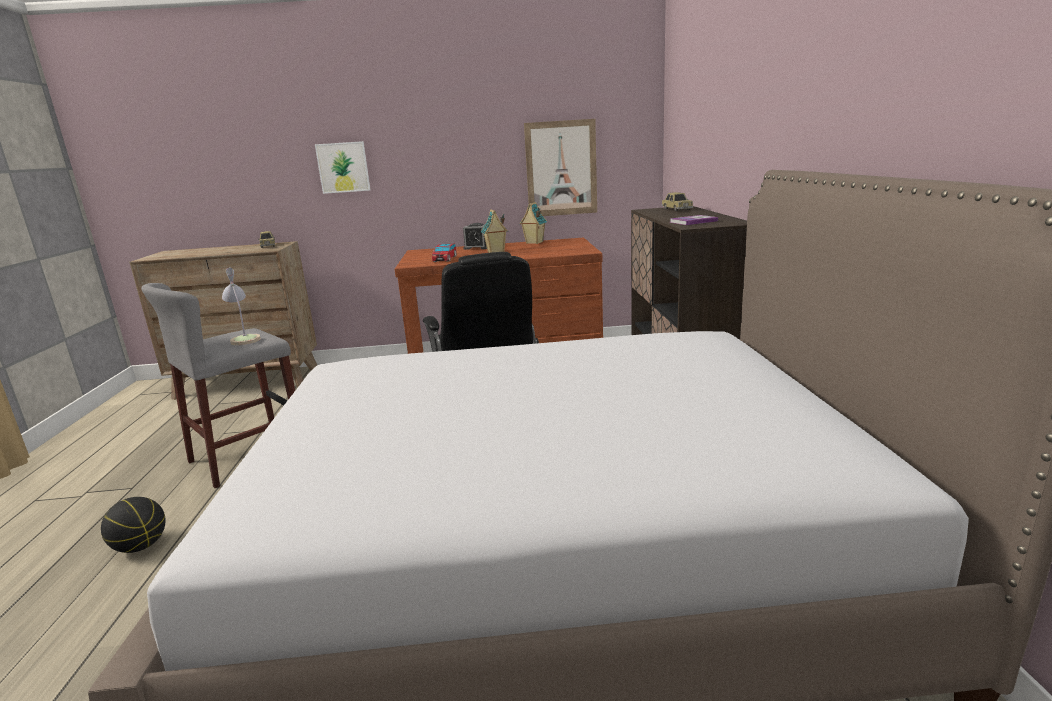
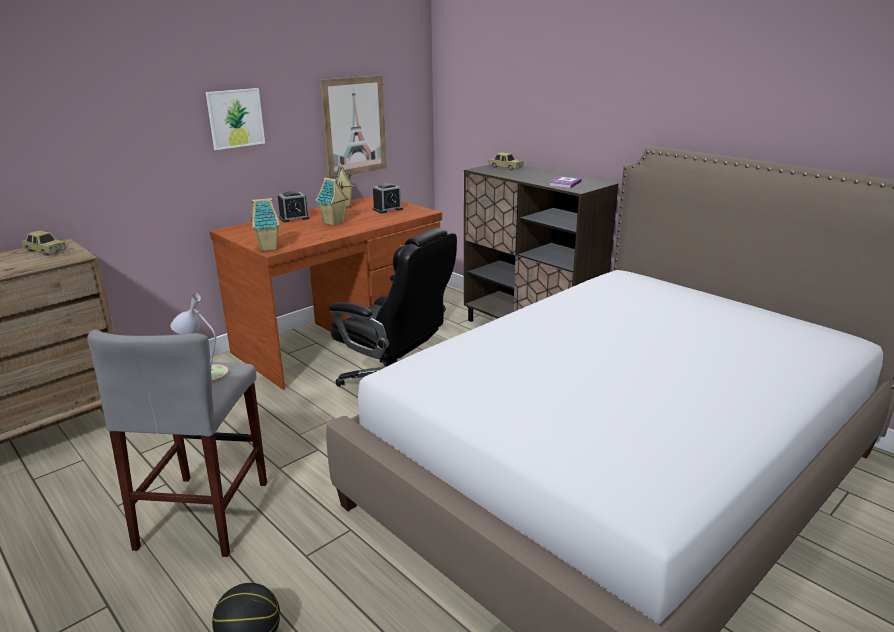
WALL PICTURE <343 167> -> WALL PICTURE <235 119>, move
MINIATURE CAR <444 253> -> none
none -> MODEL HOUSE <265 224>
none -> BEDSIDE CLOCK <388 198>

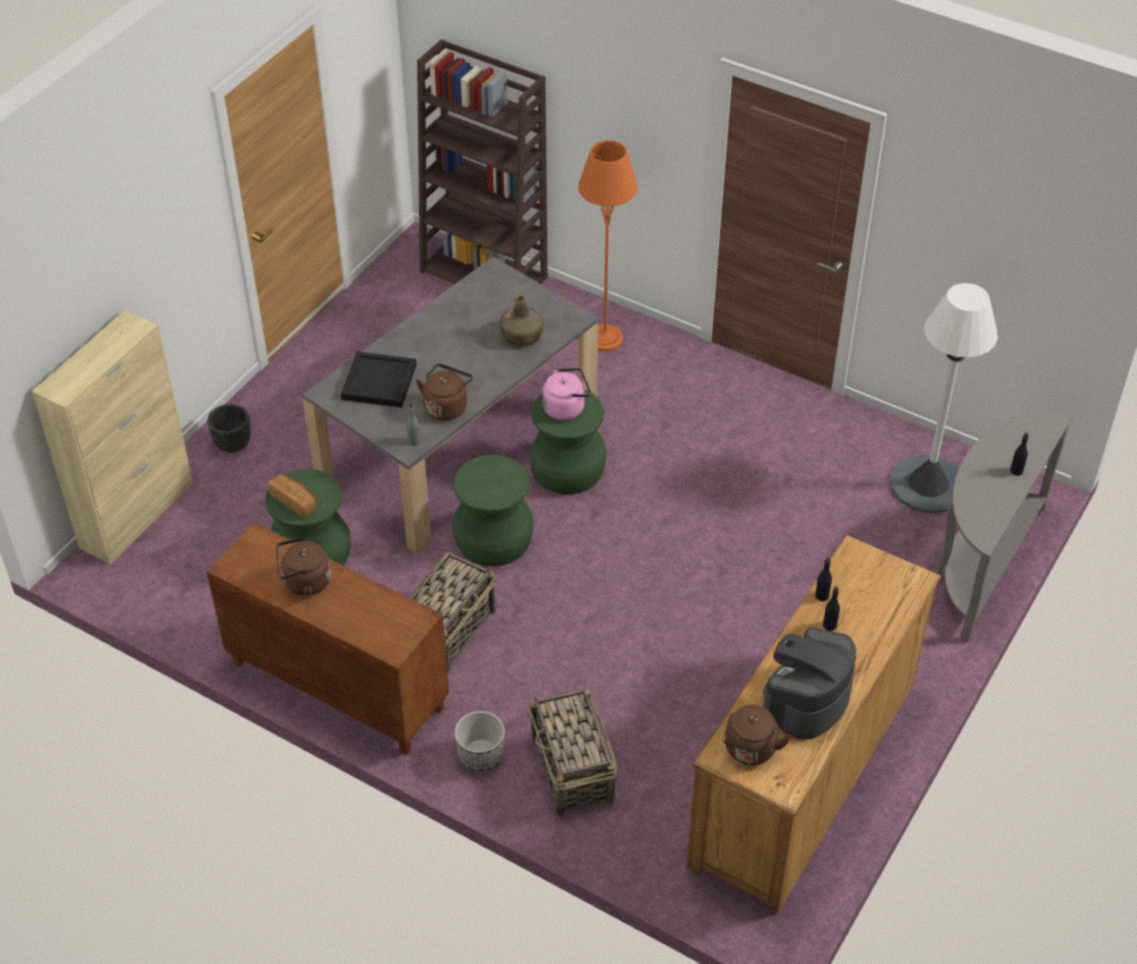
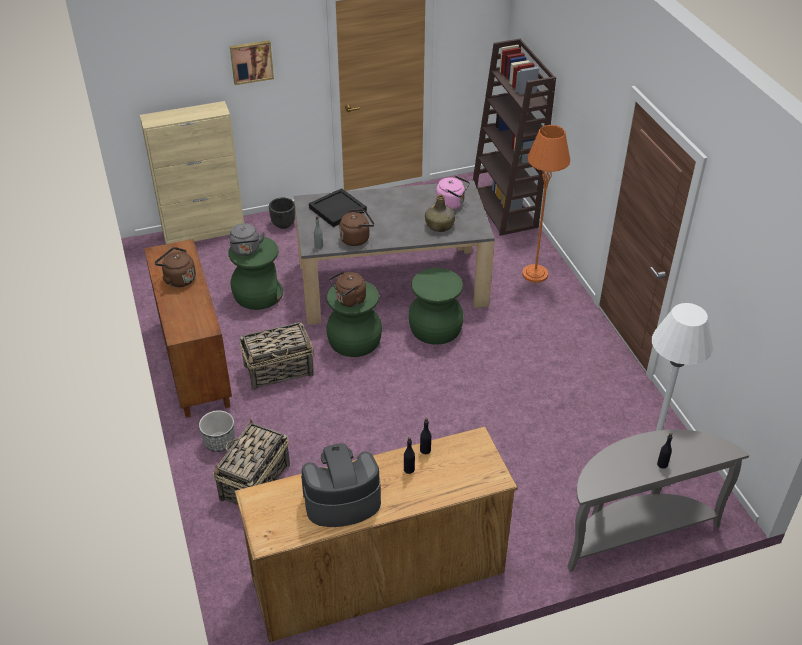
BREAD <292 495> -> GRAY TEA KETTLE <247 239>
PINKISH TEA KETTLE <566 394> -> PINKISH TEA KETTLE <453 192>, move
BROWNISH TEA KETTLE <756 735> -> BROWNISH TEA KETTLE <347 289>, move
none -> WALL PICTURE <252 62>

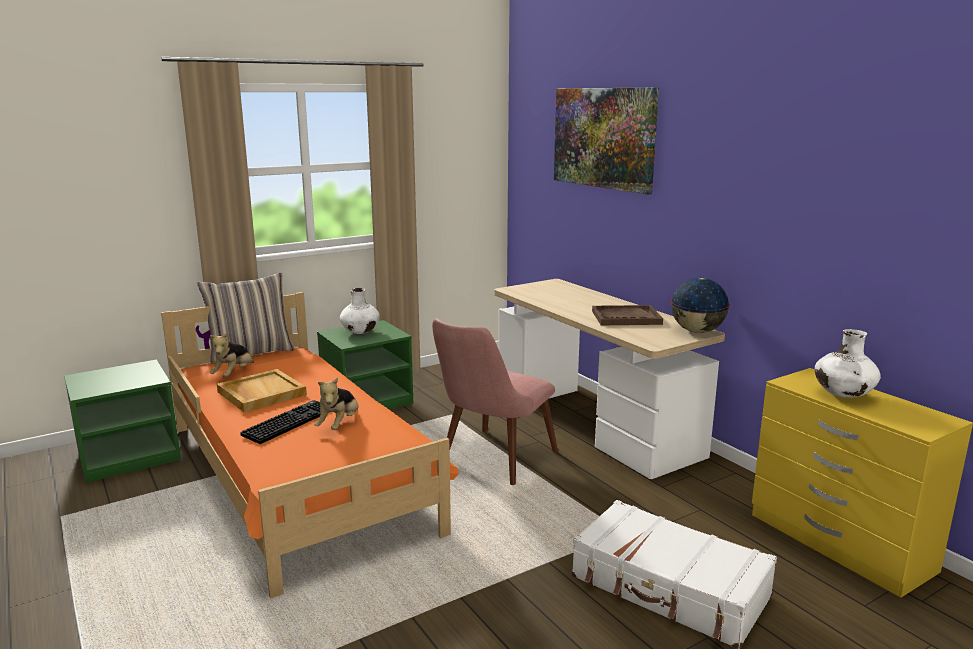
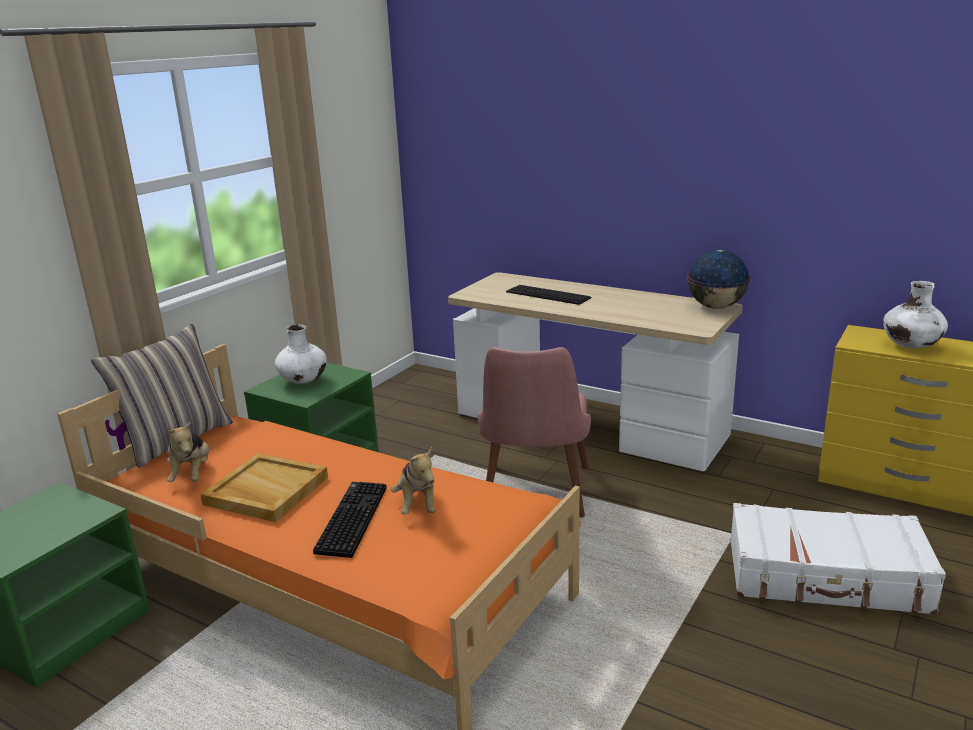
WALL PICTURE <606 141> -> none
BROWNISH CARRYING TRAY <627 315> -> none
none -> PC KEYBOARD <548 295>

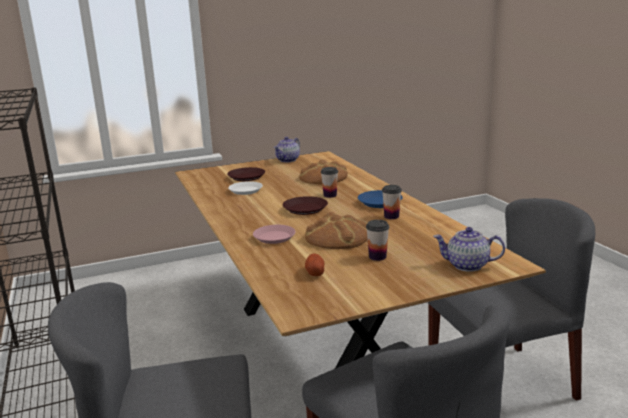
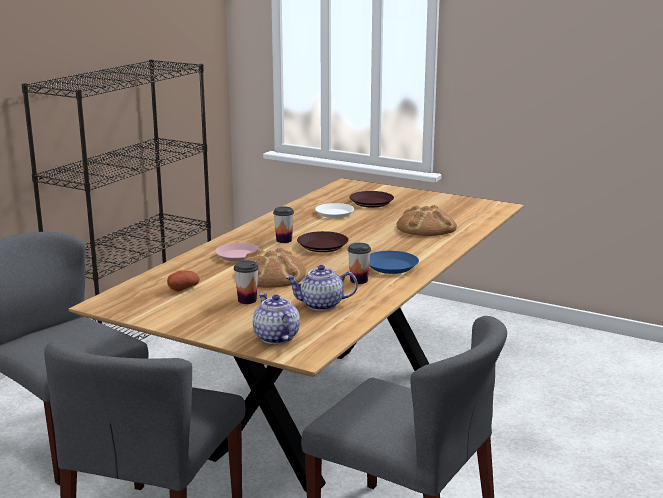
TEA POT <287 149> -> TEA POT <321 288>, move
SMALL CUP <329 182> -> SMALL CUP <283 225>, move

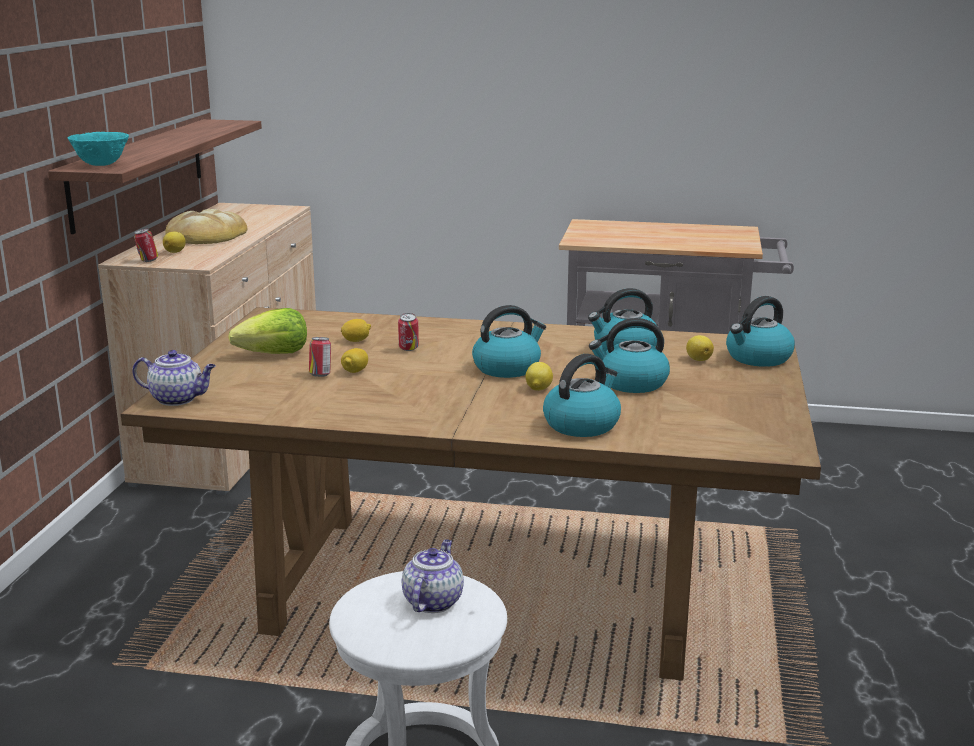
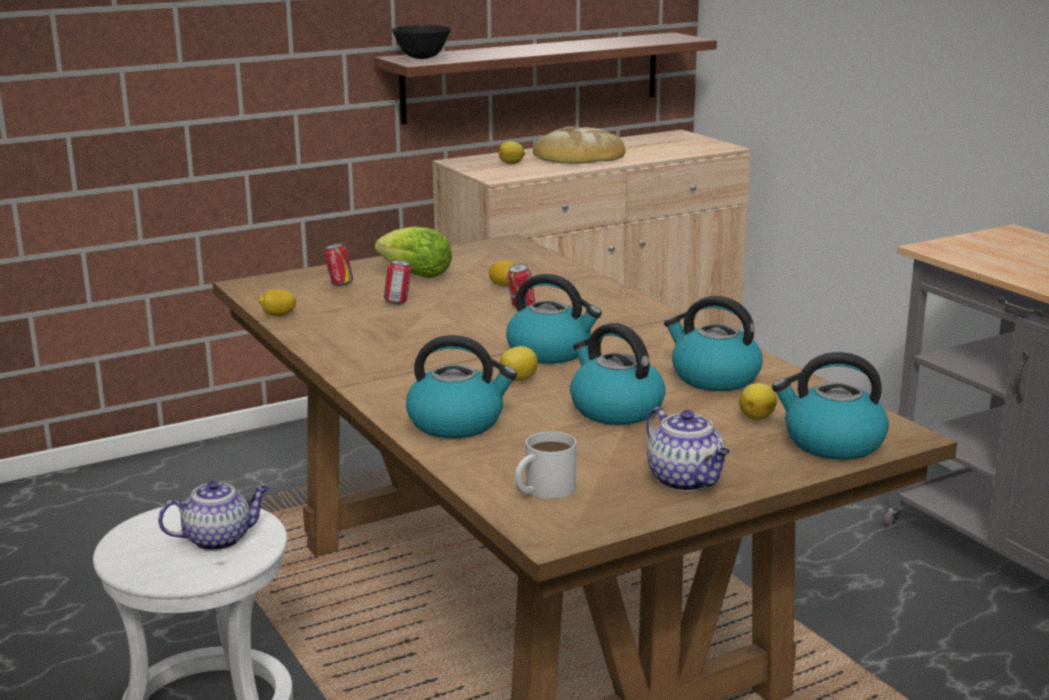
TURQUOISE SERVING BOWL <98 149> -> BLACK SERVING BOWL <421 42>
TEA POT <174 378> -> TEA POT <688 449>, move
CAN <146 245> -> CAN <339 264>, move
WHOLE LEMON <354 360> -> WHOLE LEMON <278 302>, move
none -> WHITE-COLOURED COFFEE MUG <545 465>

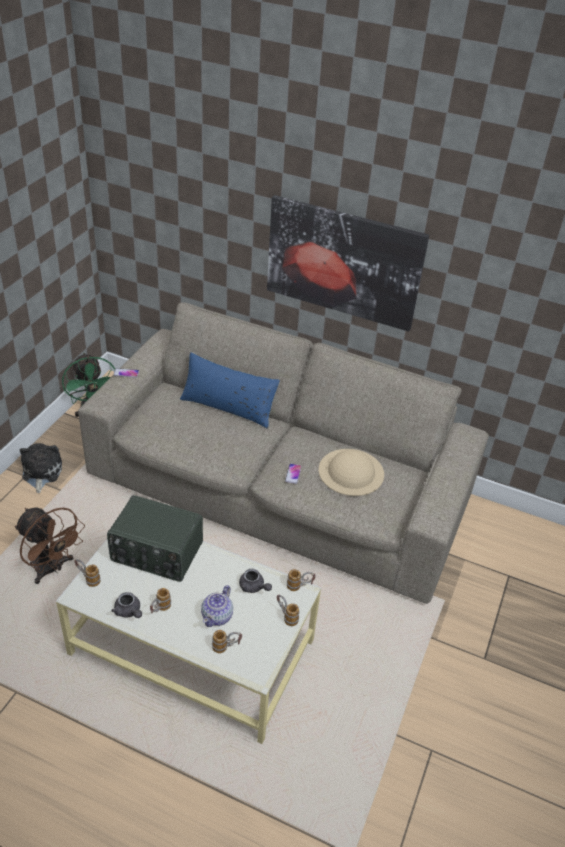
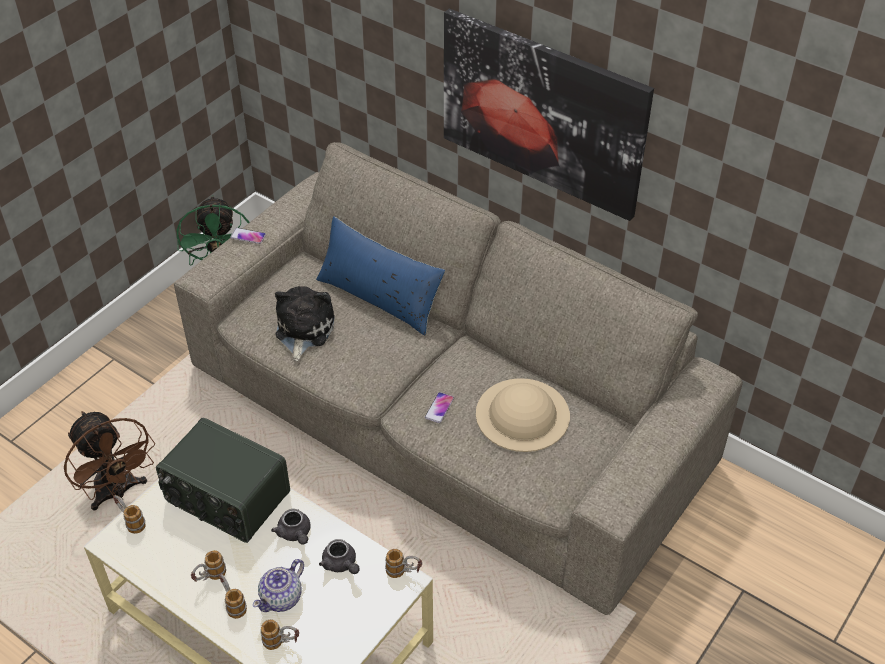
PLUSH TOY <41 468> -> PLUSH TOY <305 323>, move
GRAY TEA POT <126 605> -> GRAY TEA POT <291 527>, move
COFFEE MUG <288 610> -> COFFEE MUG <233 596>, move

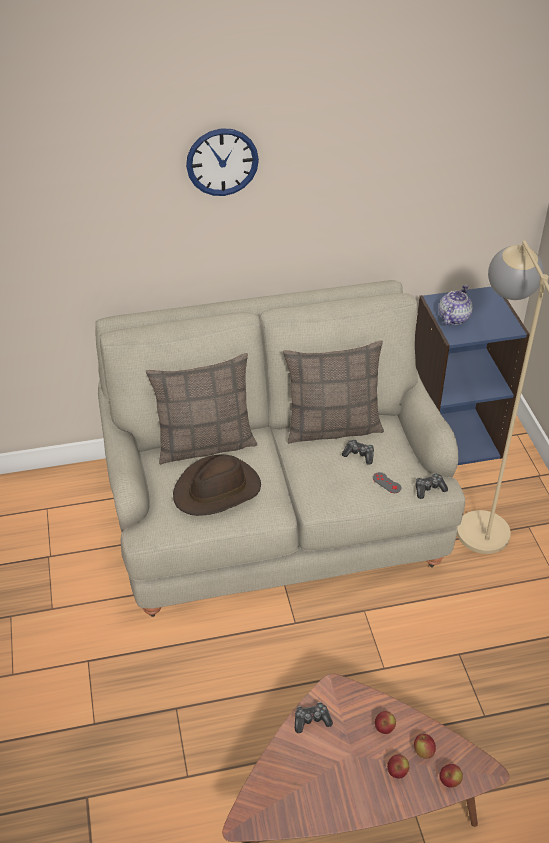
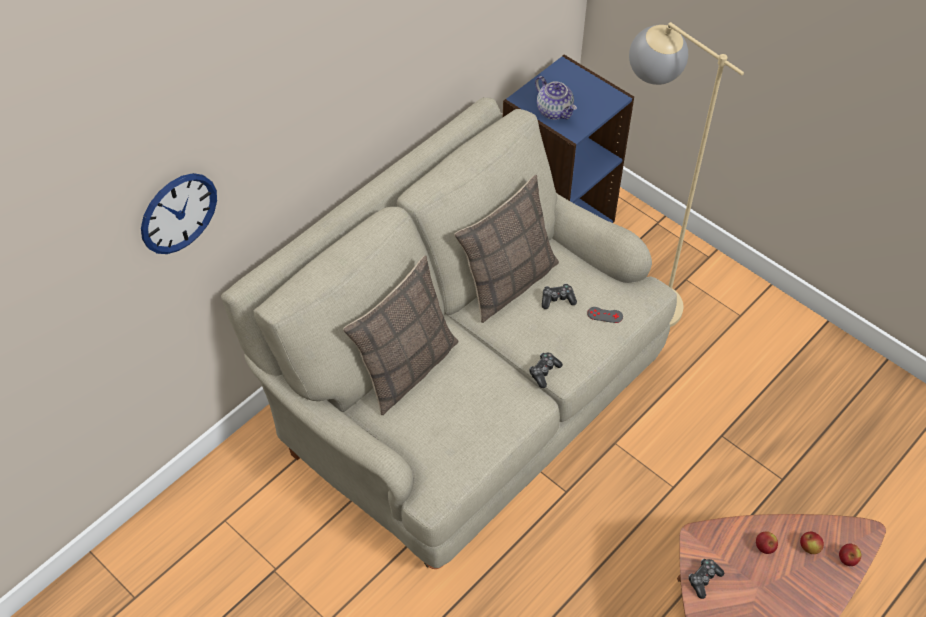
BROWNISH CLOTHING HAT <217 485> -> none
CLOCK ON THE WALL <222 162> -> CLOCK ON THE WALL <179 213>, move
APPLE FRUIT <398 766> -> none
JOYPAD <432 486> -> JOYPAD <546 370>, move
TEA POT <456 304> -> TEA POT <556 98>, 150 degrees clockwise

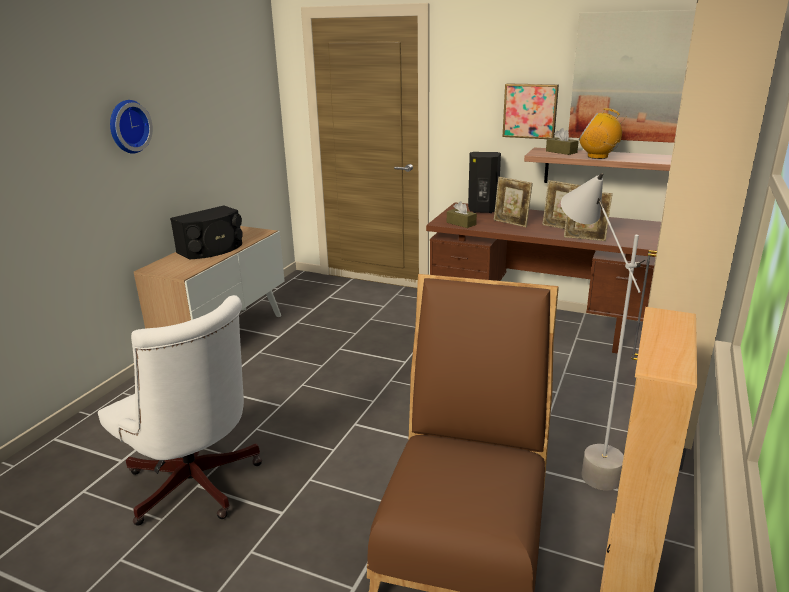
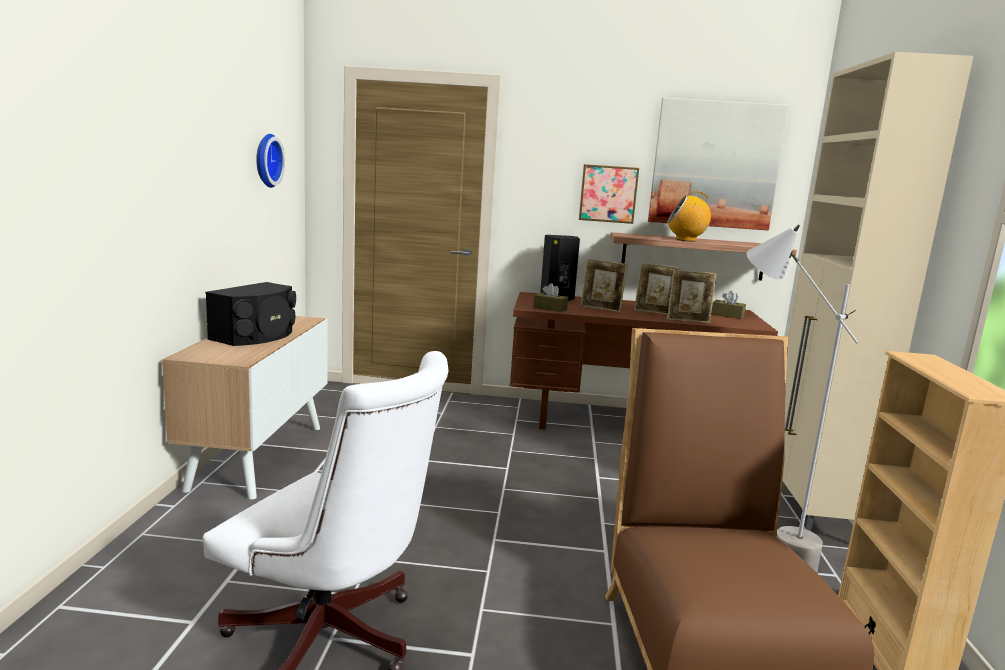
CLOCK ON THE WALL <131 127> -> CLOCK ON THE WALL <270 161>, move
BROWNISH TISSUE HOLDER <562 141> -> BROWNISH TISSUE HOLDER <728 305>, move

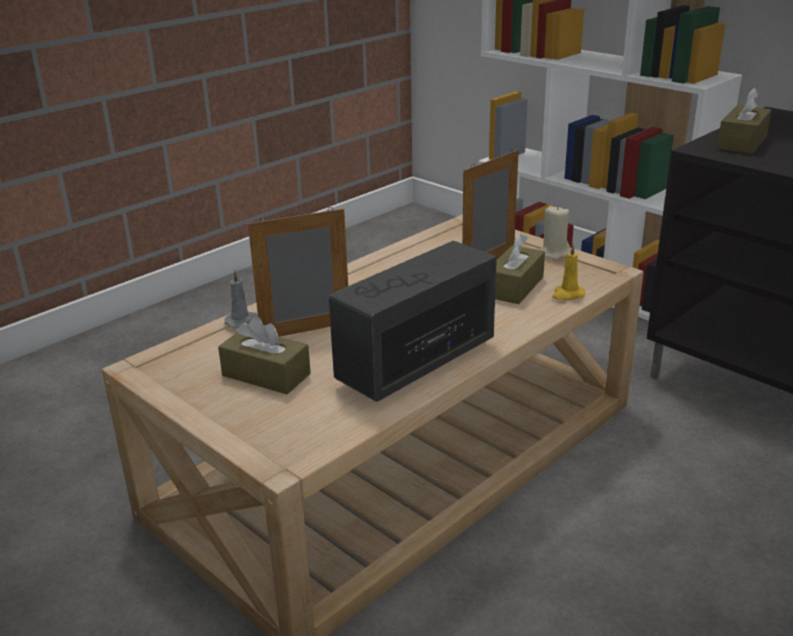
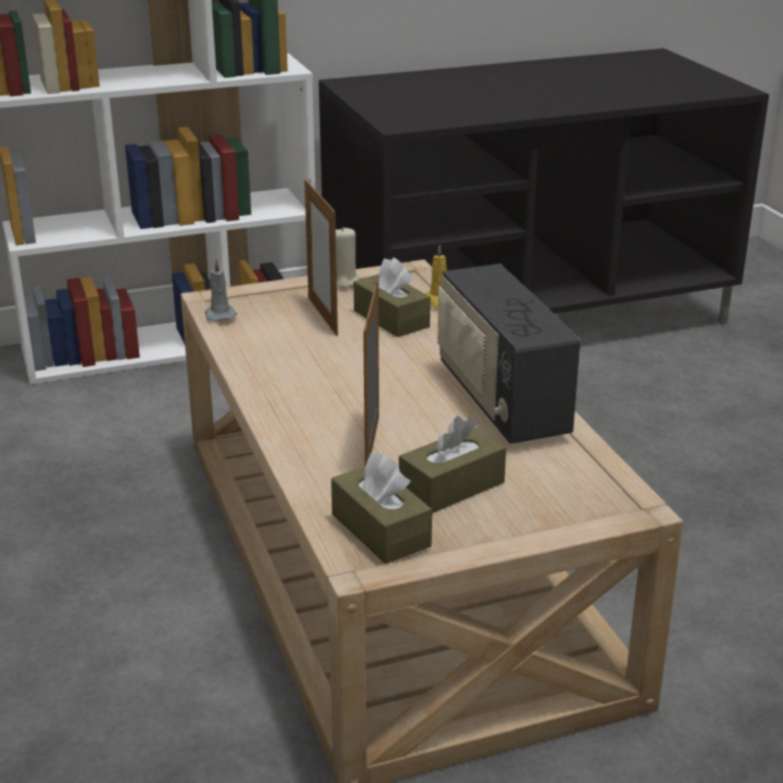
GRAY CANDLE <241 299> -> GRAY CANDLE <221 290>, move
BROWNISH TISSUE HOLDER <744 120> -> BROWNISH TISSUE HOLDER <381 508>, move

